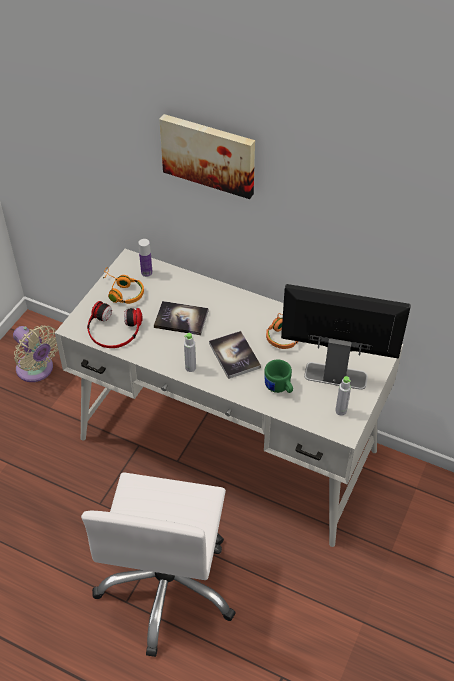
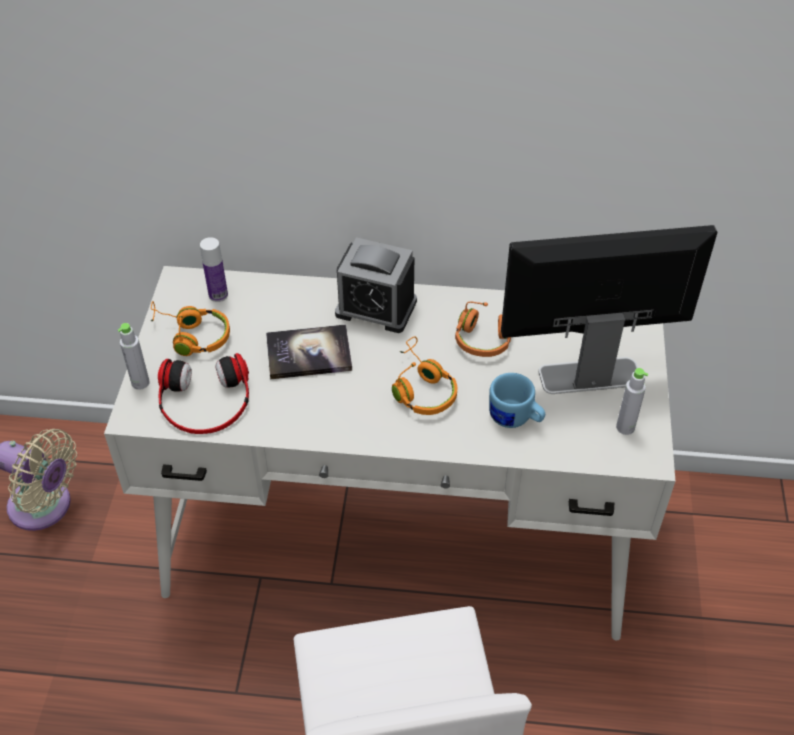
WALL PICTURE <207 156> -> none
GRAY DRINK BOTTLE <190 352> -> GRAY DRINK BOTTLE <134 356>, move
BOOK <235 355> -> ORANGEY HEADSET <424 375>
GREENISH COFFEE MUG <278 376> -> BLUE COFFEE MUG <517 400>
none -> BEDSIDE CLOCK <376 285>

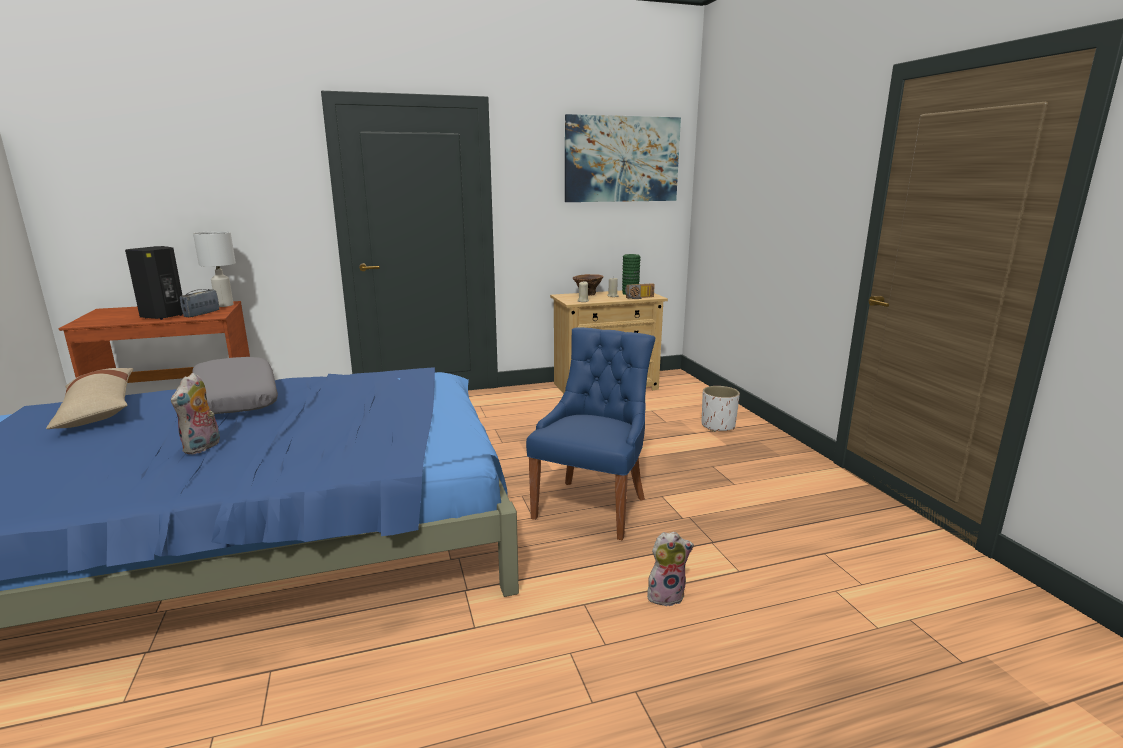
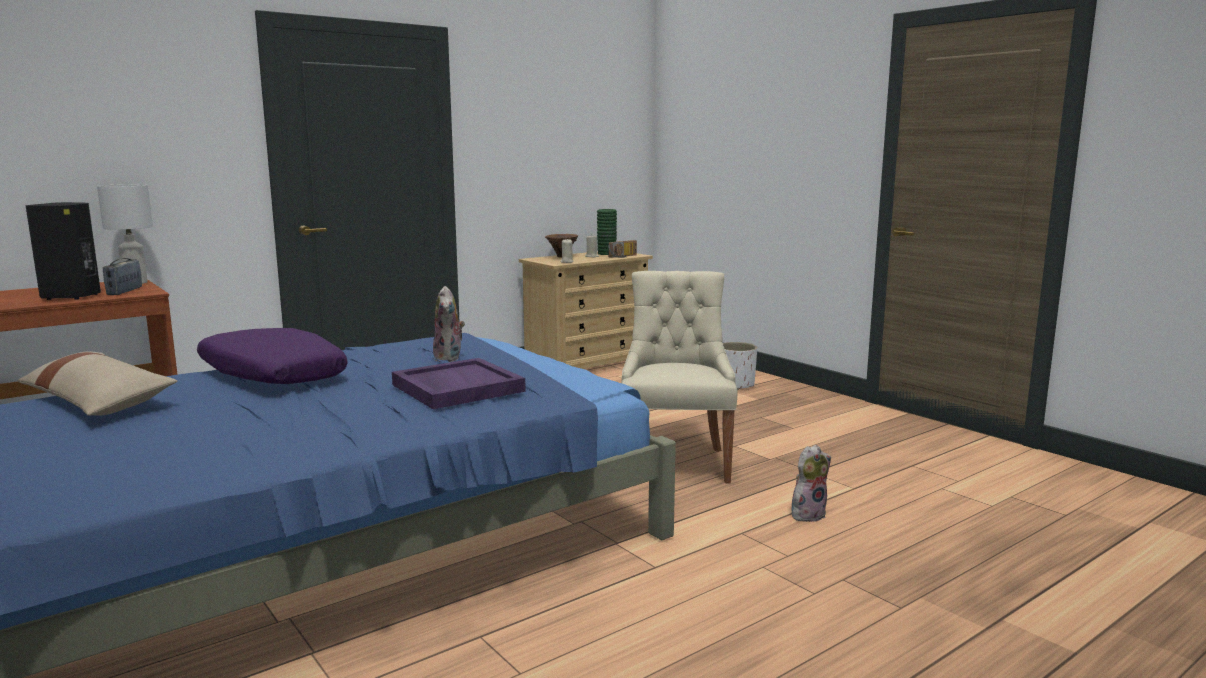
PLUSH TOY <195 413> -> PLUSH TOY <449 324>, move
GRAY PILLOW <235 385> -> PURPLE-COLOURED PILLOW <272 356>
BLUE UPRIGHT CHAIR <590 433> -> BEIGE-COLOURED UPRIGHT CHAIR <679 377>
WALL PICTURE <623 158> -> none
none -> PURPLE-COLOURED CARRYING TRAY <459 383>

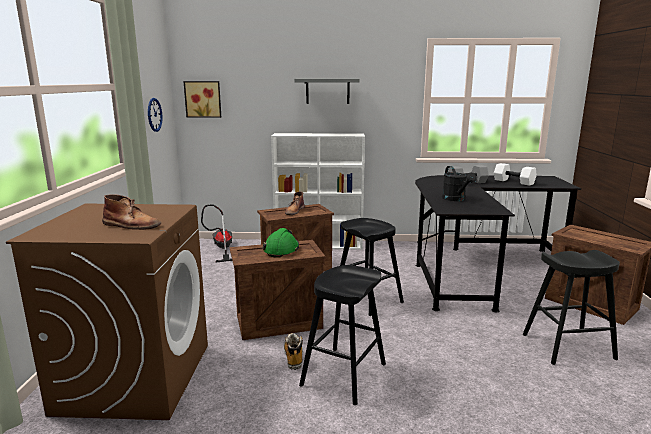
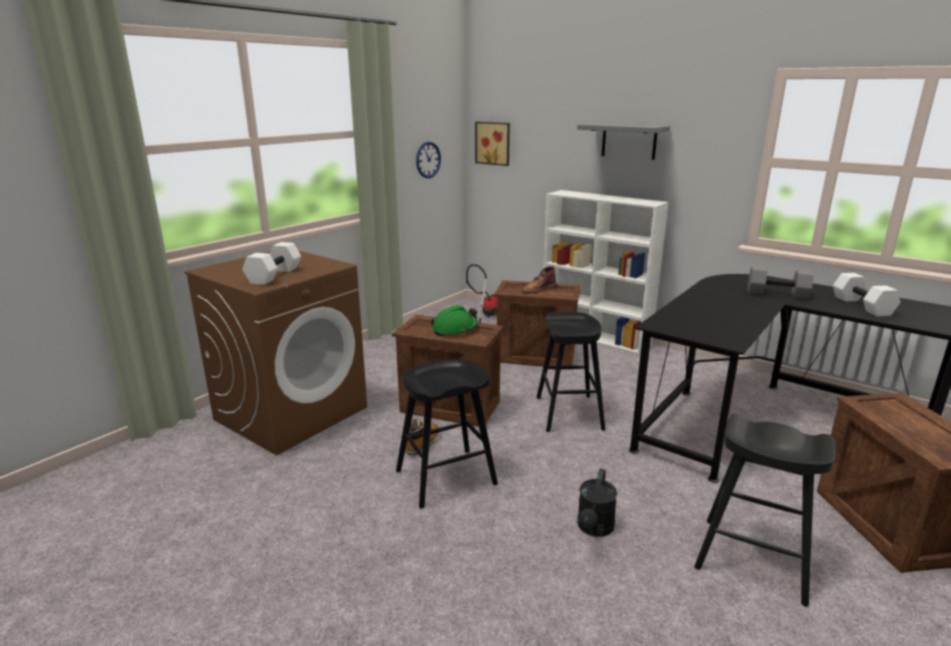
BROWNISH TALL BOOT <131 212> -> WHITE-COLOURED HAND WEIGHT <272 263>
BLACK WATERING CAN <459 183> -> BLACK WATERING CAN <597 503>, move

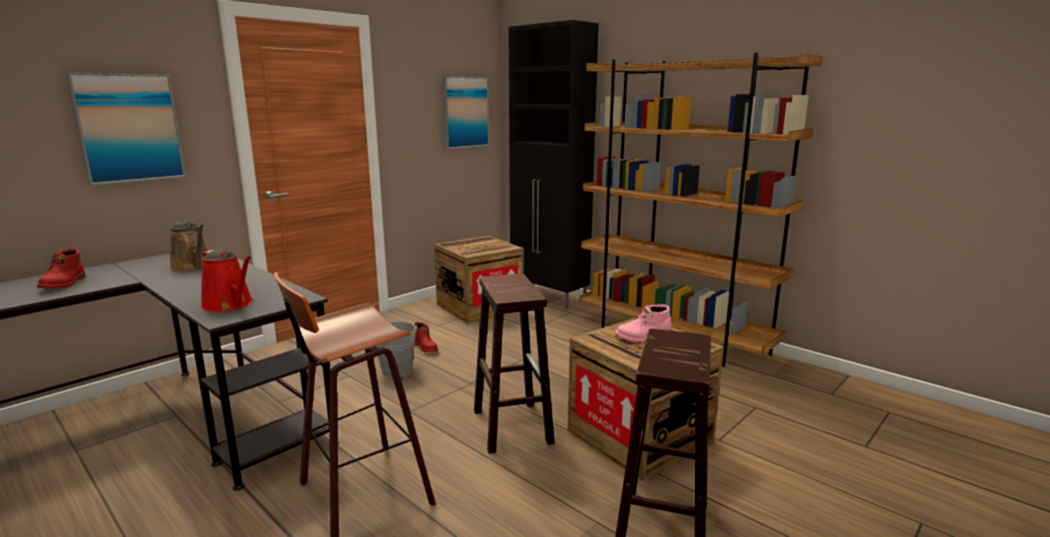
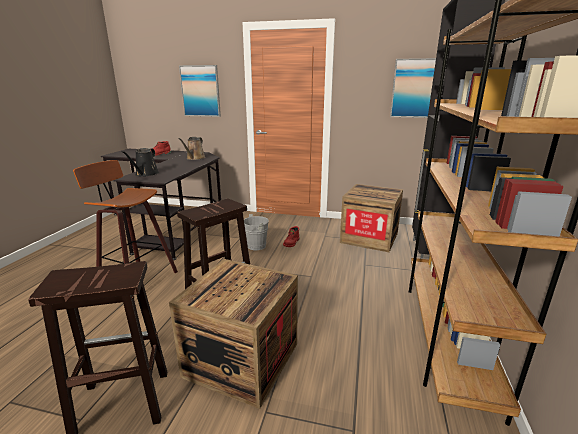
RED-COLOURED WATERING CAN <226 281> -> BLACK WATERING CAN <140 162>
PINKISH TALL BOOT <643 323> -> none

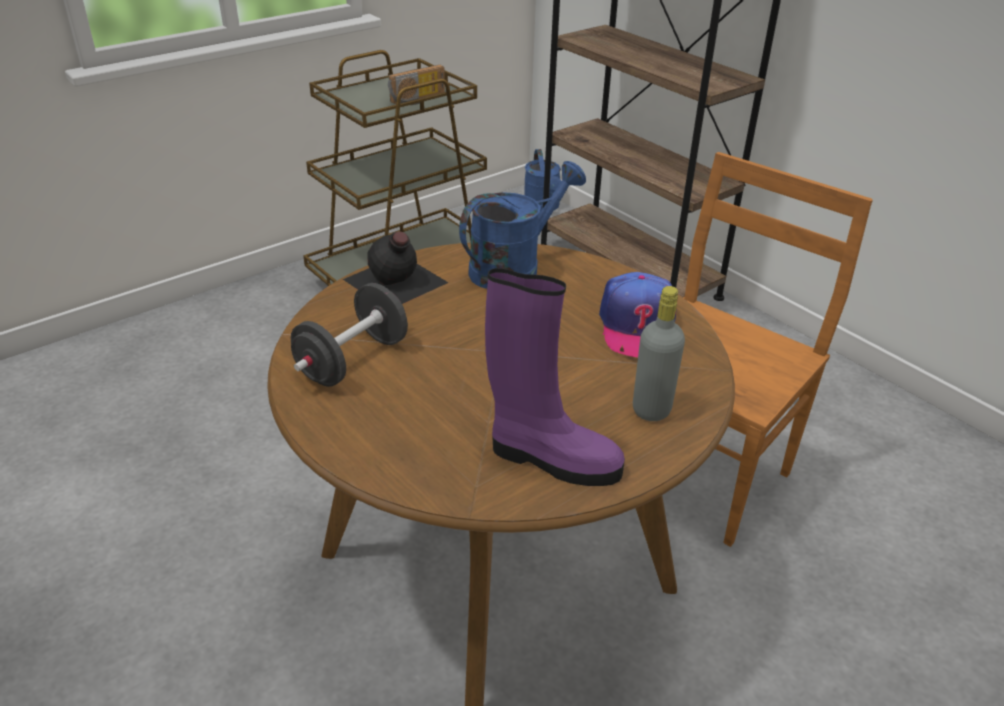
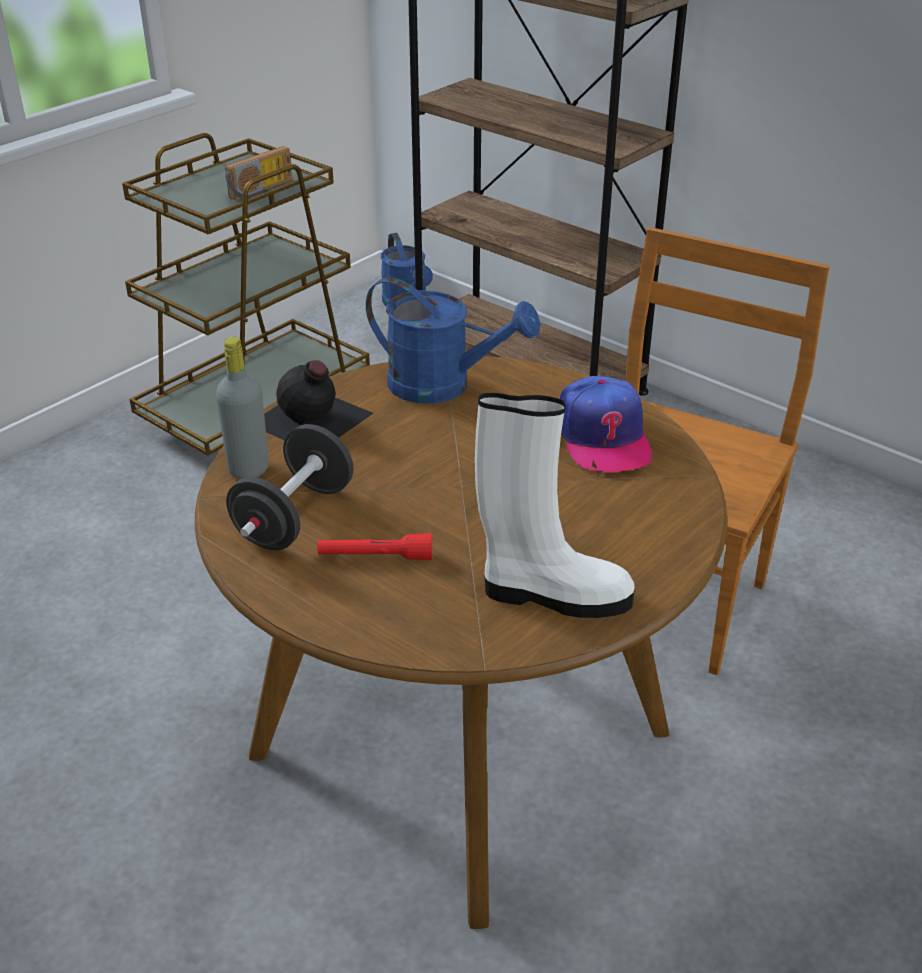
BLUE WATERING CAN <522 225> -> BLUE WATERING CAN <453 340>, 75 degrees clockwise
PURPLE-COLOURED TALL BOOT <555 377> -> WHITE-COLOURED TALL BOOT <555 505>
GRAY DRINK BOTTLE <659 353> -> GRAY DRINK BOTTLE <242 408>, move
none -> RED-COLOURED HAND TORCH <375 546>

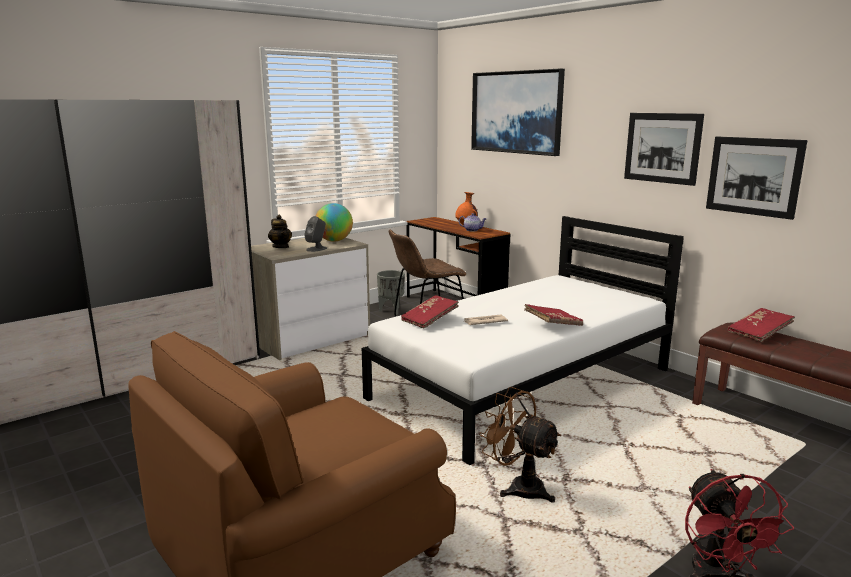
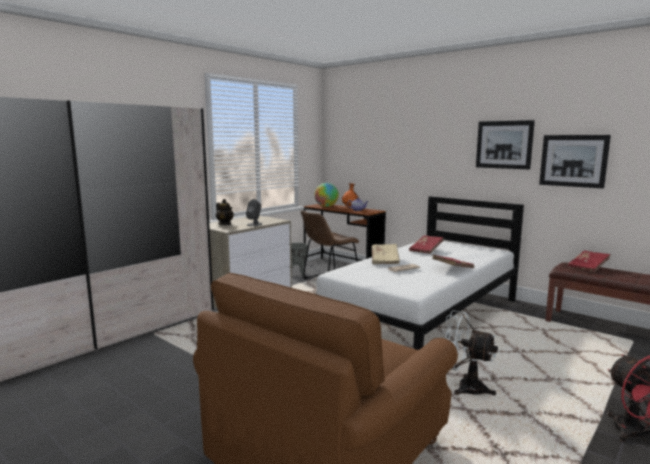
GLOBE <334 222> -> GLOBE <326 195>, move
RED-COLOURED BOOK <430 311> -> RED-COLOURED BOOK <426 244>, move
WALL PICTURE <518 112> -> none
BROWNISH FAN <520 445> -> WHITE-COLOURED FAN <470 353>
none -> BEIGE-COLOURED BOOK <386 254>

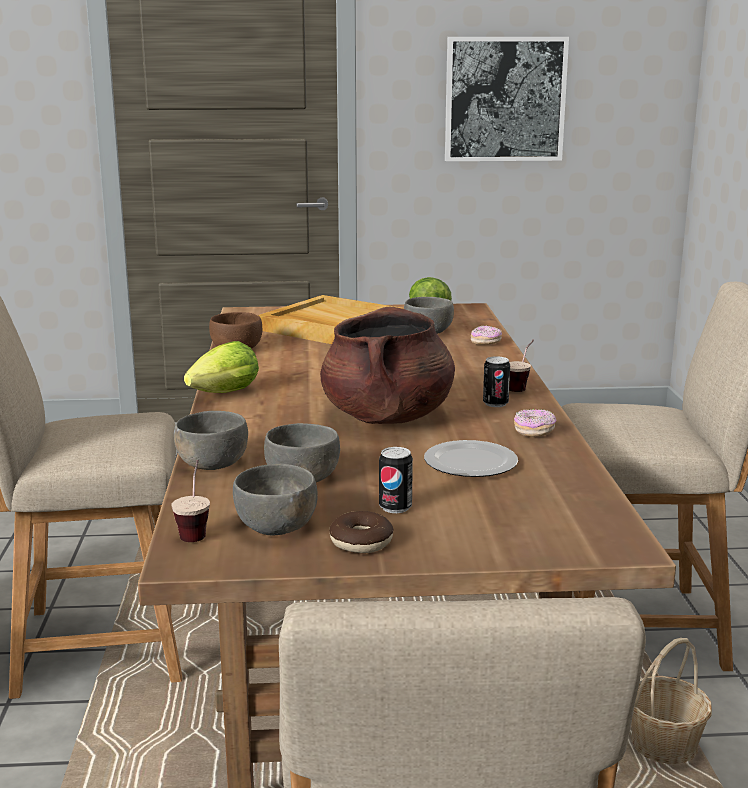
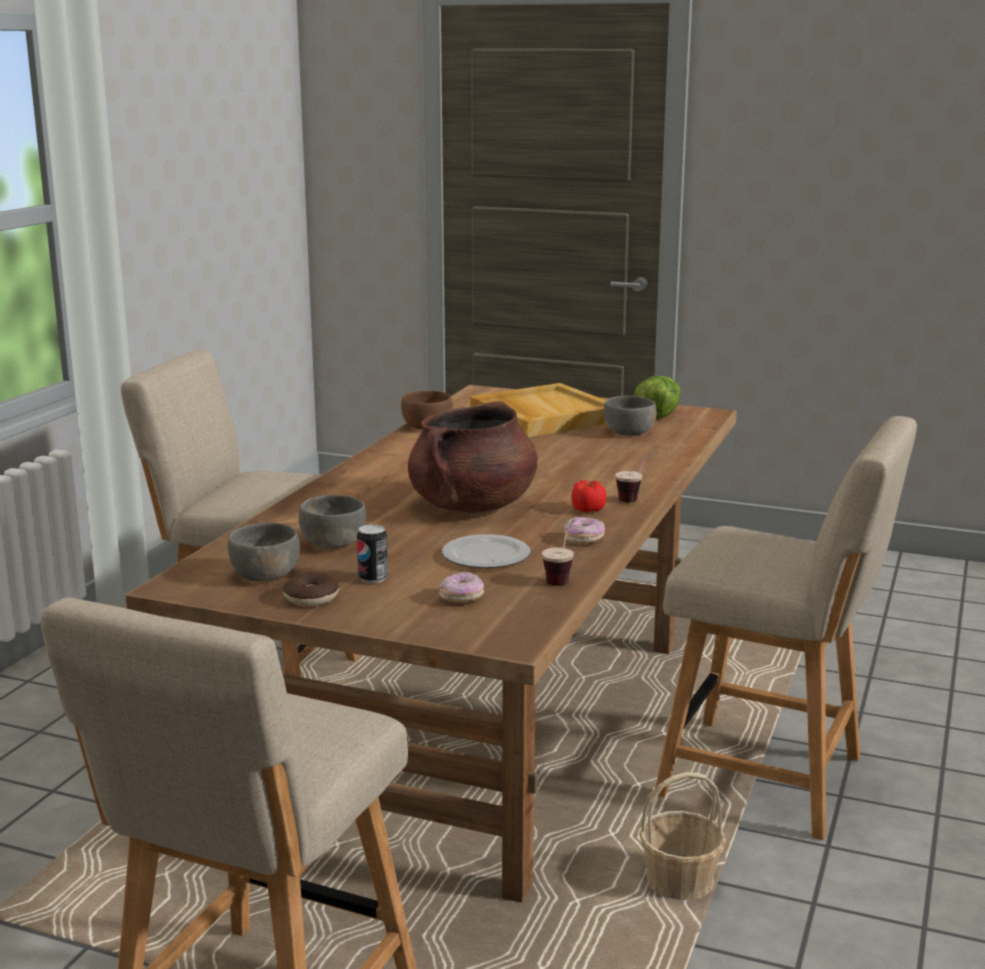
SMALL CUP <190 501> -> SMALL CUP <558 552>, move
GRAY SERVING BOWL <211 440> -> none
LETTUCE <221 367> -> none
WALL PICTURE <507 99> -> none
RING DOUGHNUT <486 335> -> RING DOUGHNUT <461 587>, move
CAN <496 381> -> FRESH TOMATO <589 496>

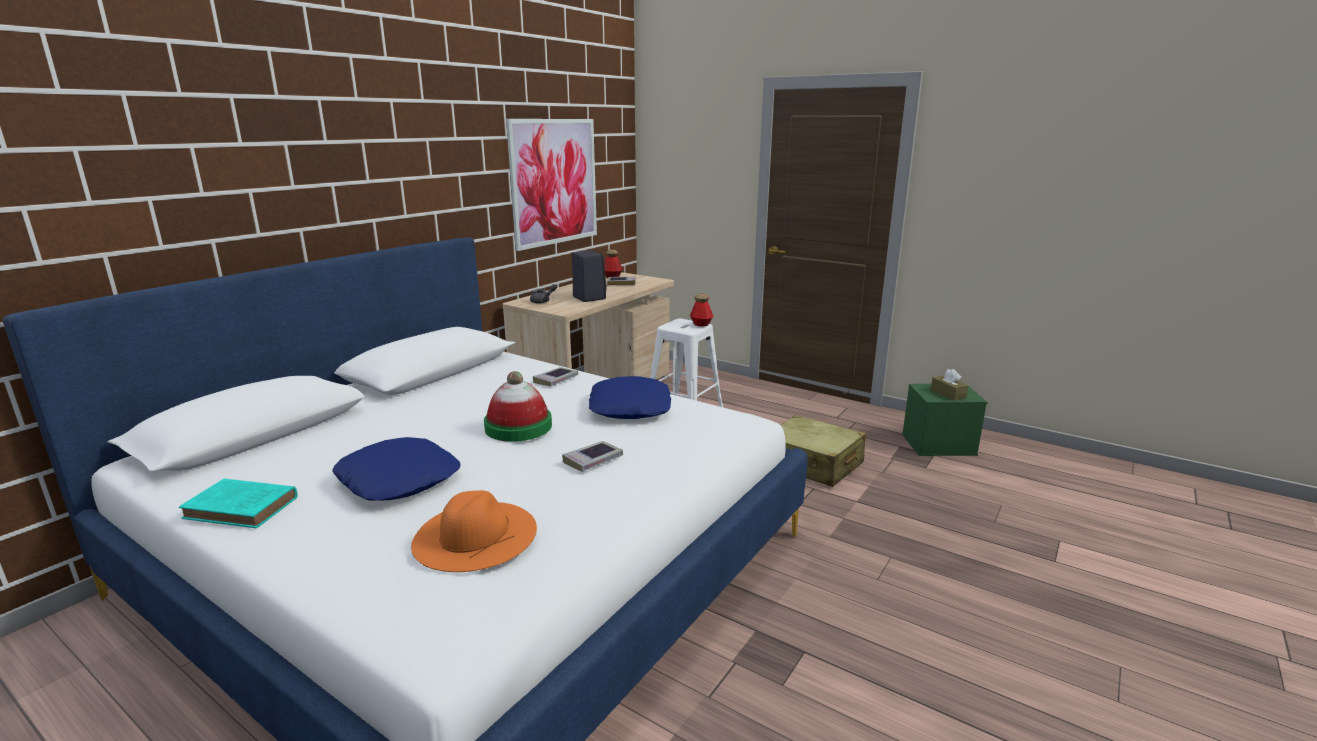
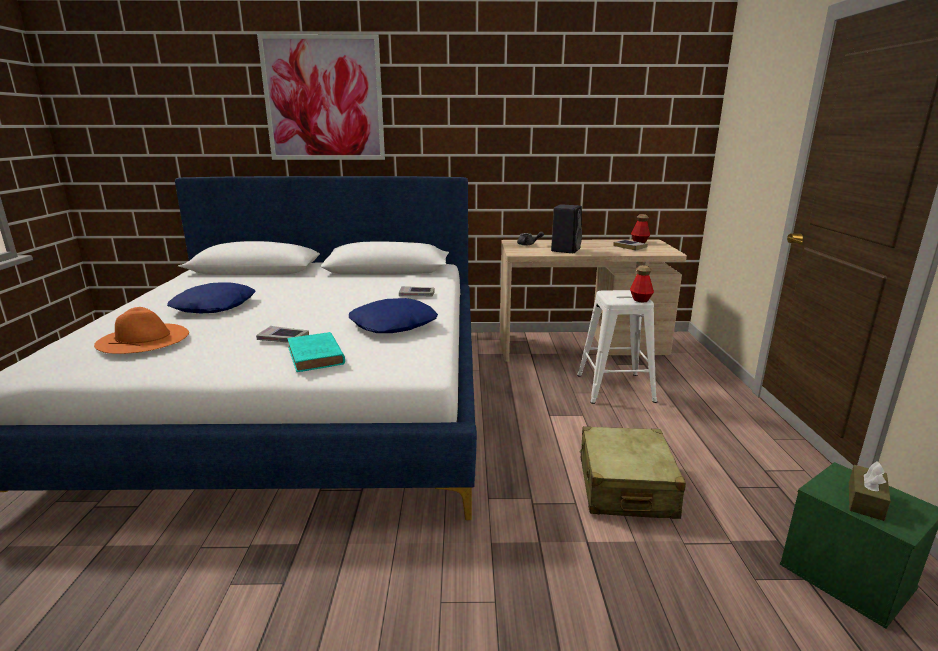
TURQUOISE BOOK <238 503> -> TURQUOISE BOOK <316 352>, move
CLOTHING HAT <518 406> -> none
WALL PICTURE <551 185> -> WALL PICTURE <321 97>, move

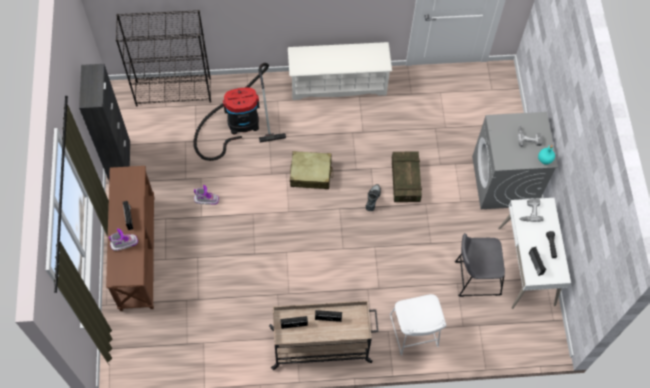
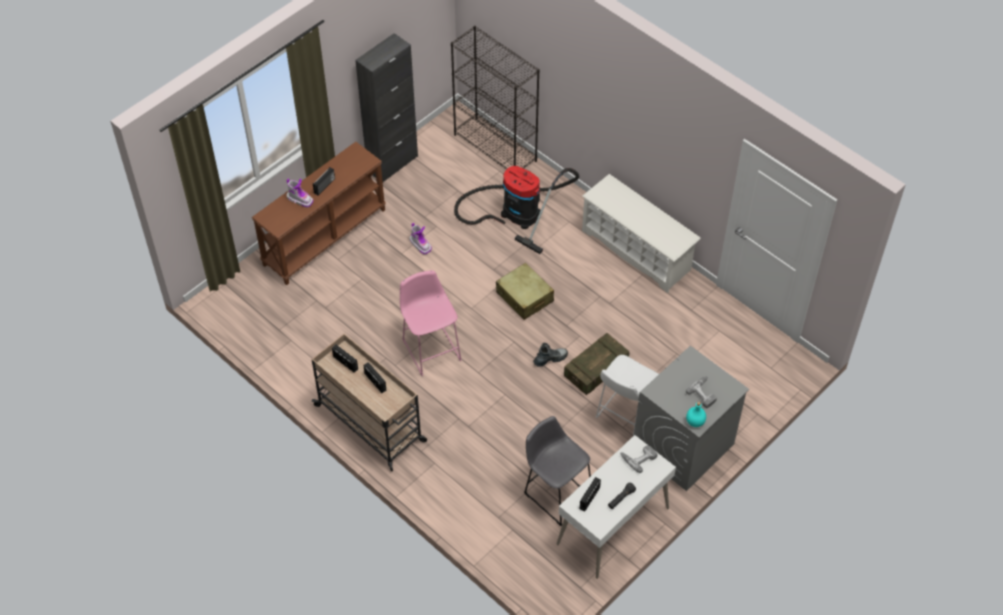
WHITE-COLOURED STOOL SEAT <418 324> -> WHITE-COLOURED STOOL SEAT <627 395>, move
none -> PINKISH STOOL SEAT <431 323>

